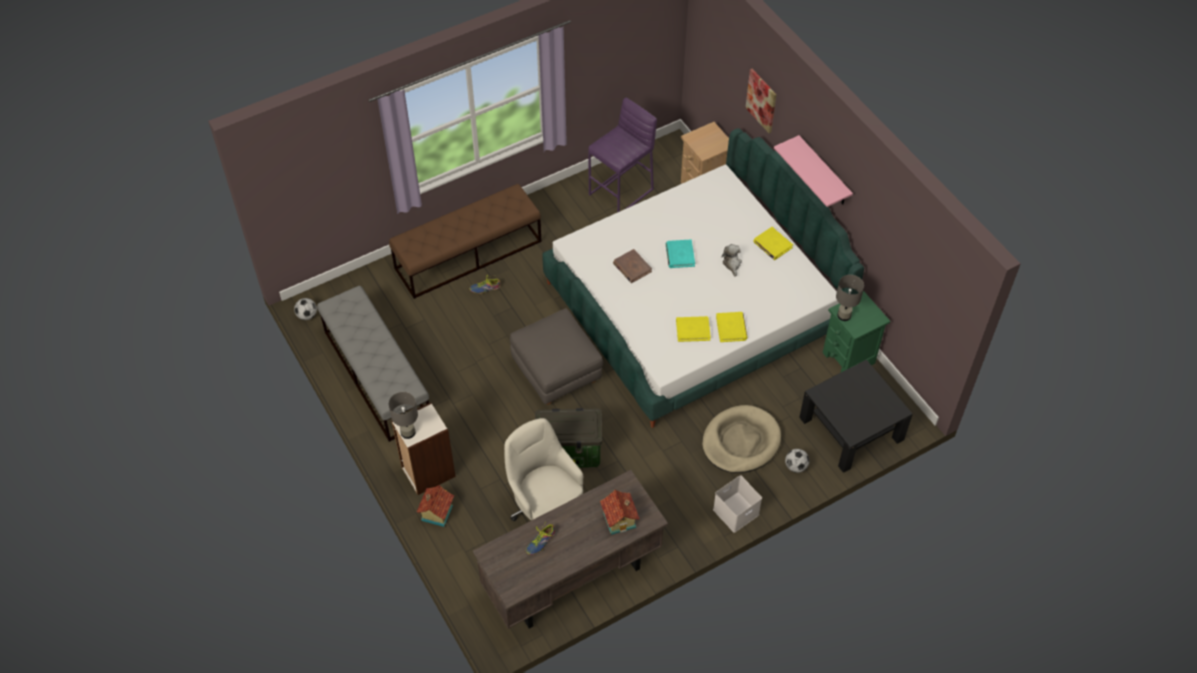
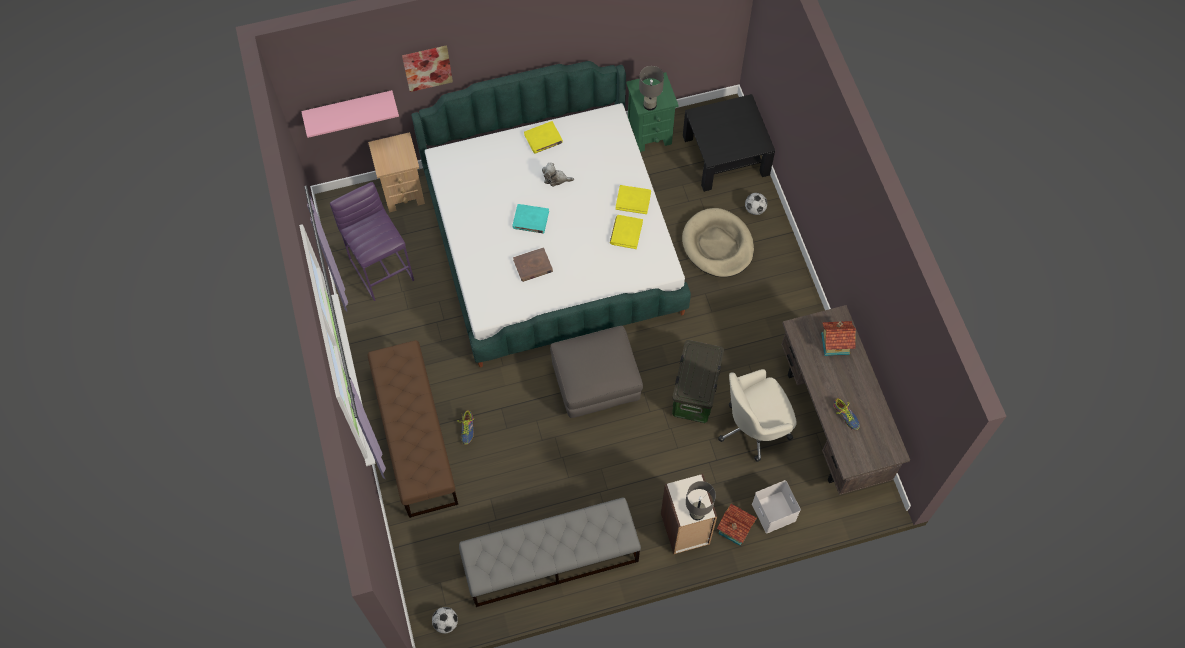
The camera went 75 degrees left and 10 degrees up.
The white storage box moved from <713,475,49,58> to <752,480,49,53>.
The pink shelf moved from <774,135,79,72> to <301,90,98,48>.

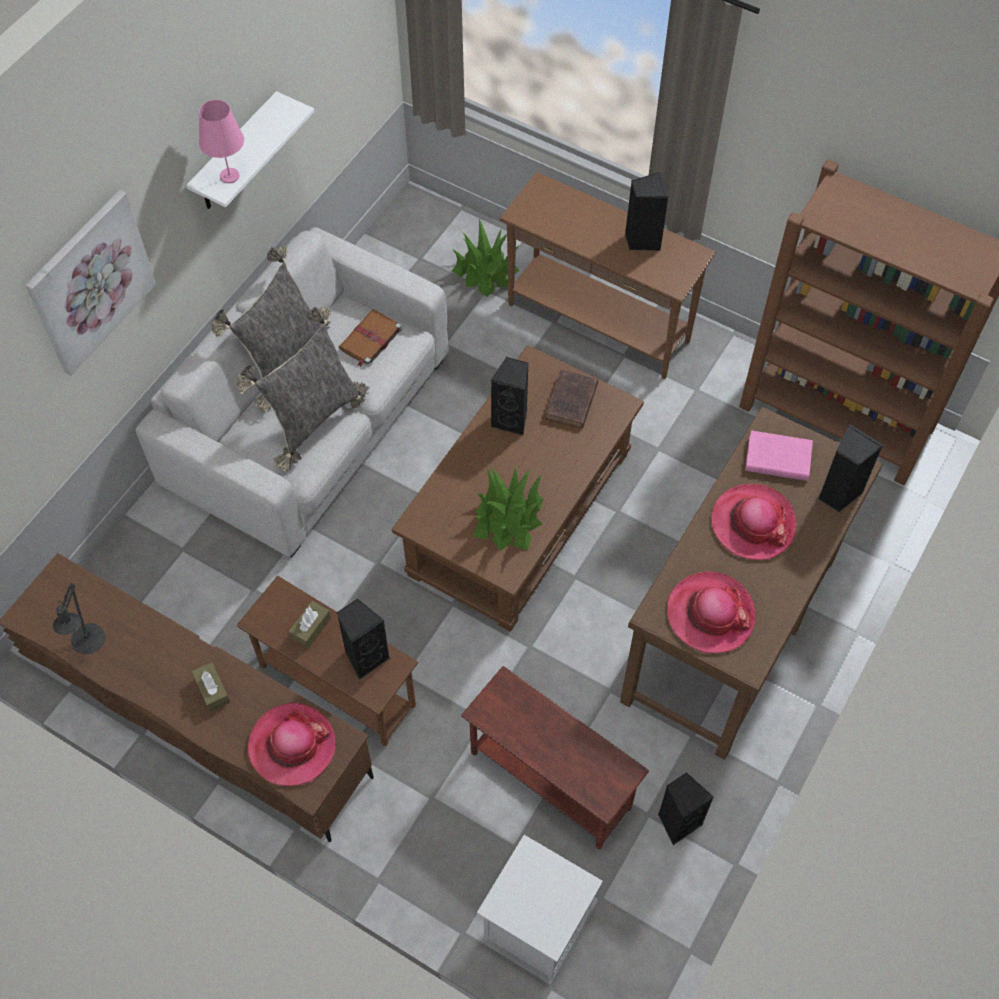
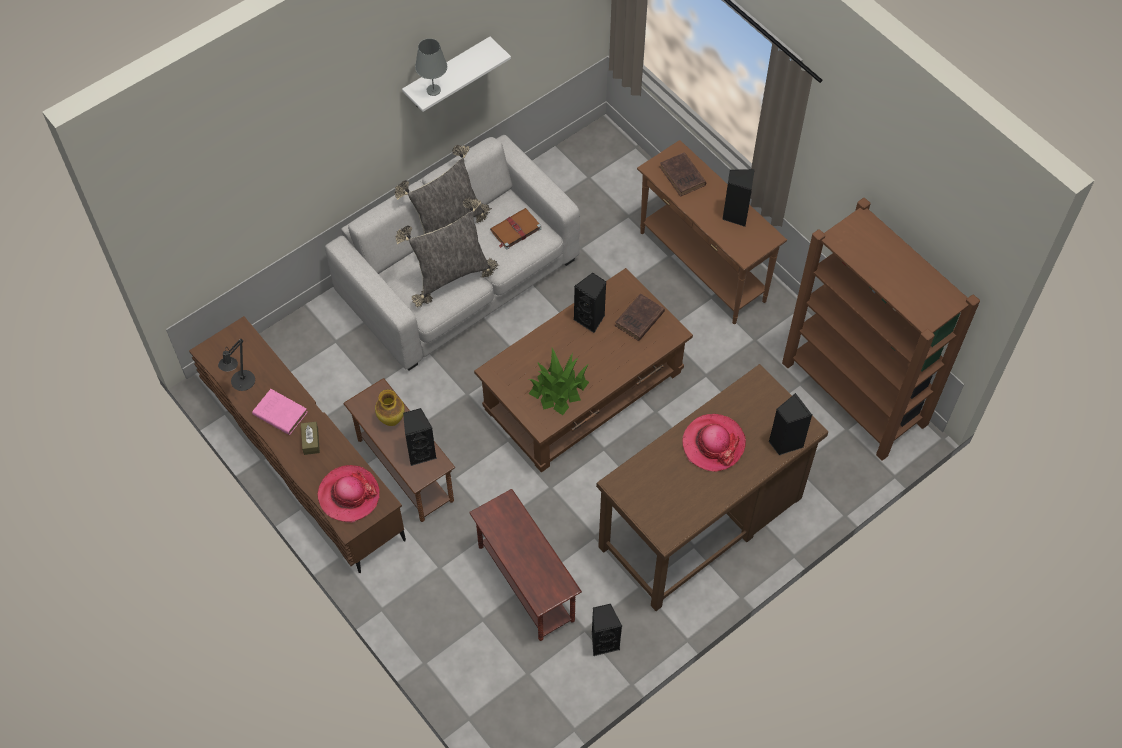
The camera went 20 degrees right and 0 degrees up.
The picture at <25,190,131,186> disappeared.
The potted plant at <452,219,68,78> disappeared.
The grey nightstand at <477,835,126,146> disappeared.
The hat at <667,571,89,83> disappeared.
The brown book at <660,152,46,45> appeared.
The pink book moved from <745,430,68,51> to <252,389,56,46>.
The brown tissue box at <289,601,42,48> was replaced by the vase at <375,389,30,37>.
The pink table lamp at <199,100,45,83> became the grey table lamp at <415,38,32,58>.

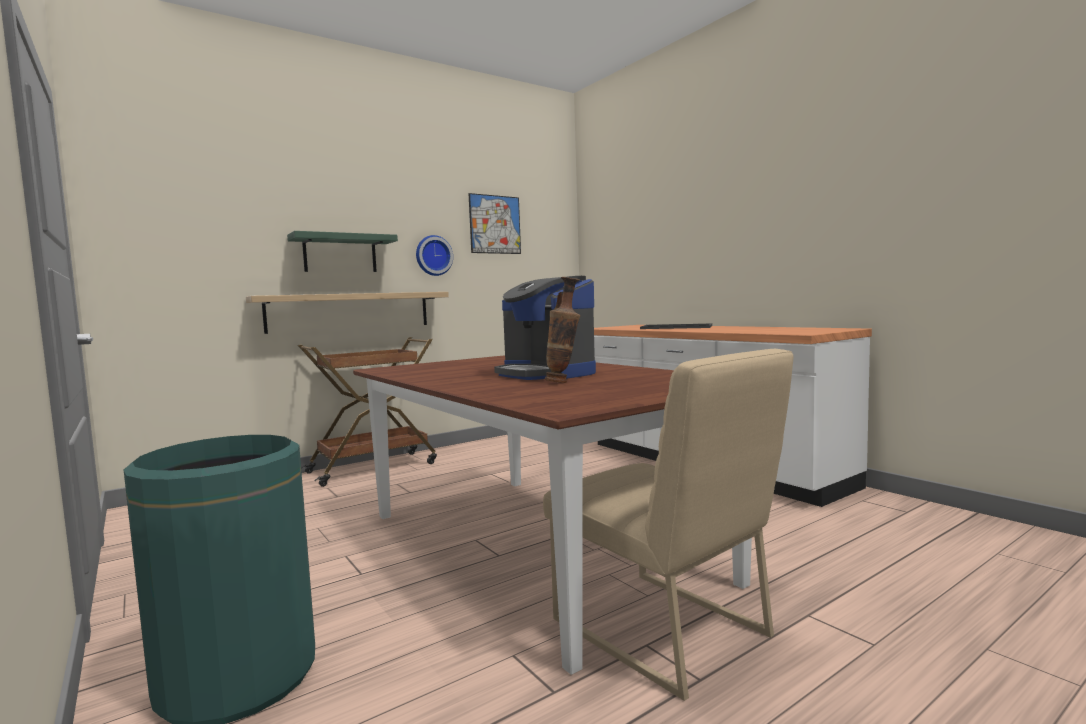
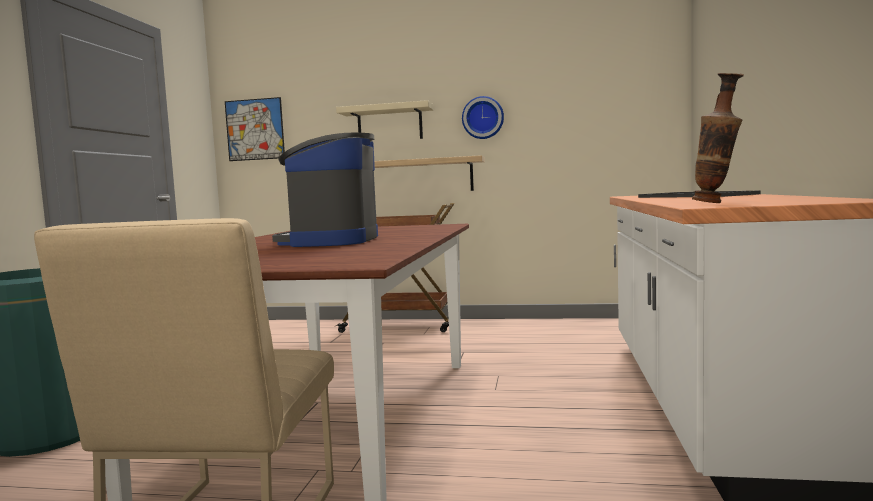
The camera went 45 degrees right and 0 degrees up.
The picture moved from <468,193,53,61> to <225,97,60,64>.
The vase moved from <545,277,36,106> to <692,73,52,130>.
The green shelf at <287,231,111,41> became the beige shelf at <336,100,98,39>.

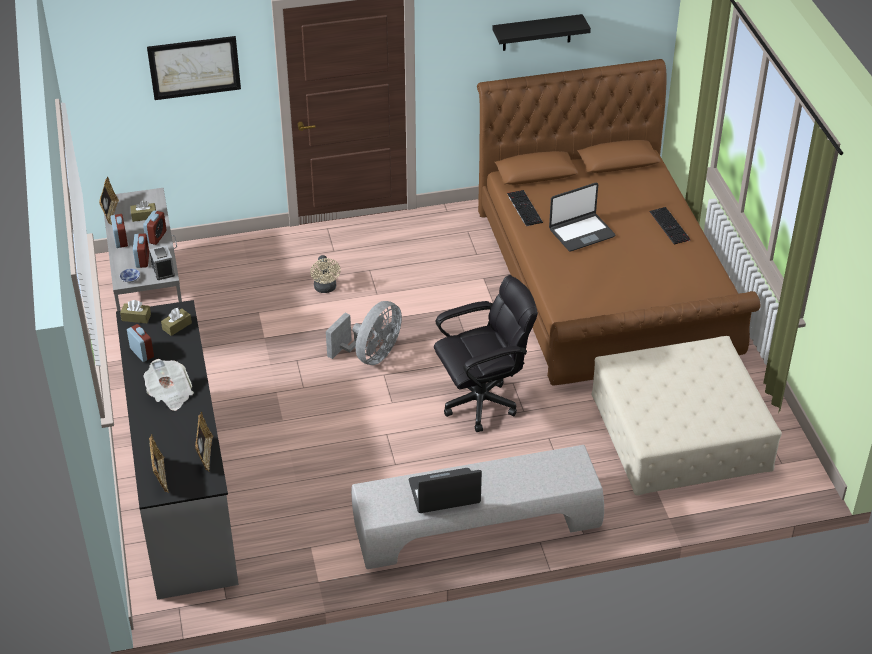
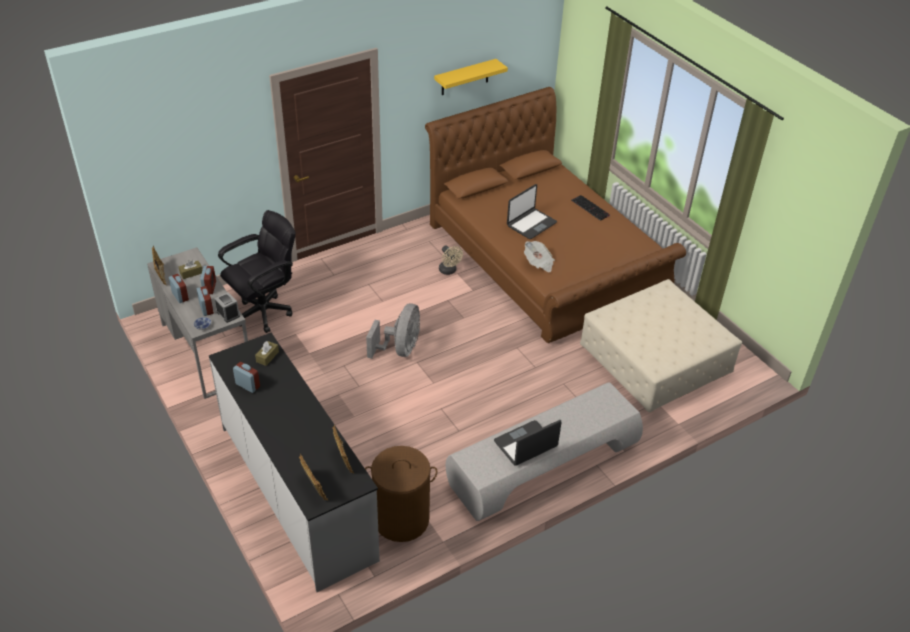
The camera went 20 degrees left and 0 degrees up.
The brown tissue box at <120,300,31,23> disappeared.
The picture at <147,36,94,64> disappeared.
The keyboard at <507,190,36,36> disappeared.
The brown laundry basket at <365,446,72,96> appeared.
The newspaper moved from <143,359,51,52> to <524,241,31,31>.
The beige fan moved from <310,255,31,38> to <439,246,24,29>.
The black office chair moved from <434,275,104,157> to <218,210,77,123>.
The black shelf at <492,14,99,37> became the yellow shelf at <434,59,74,36>.

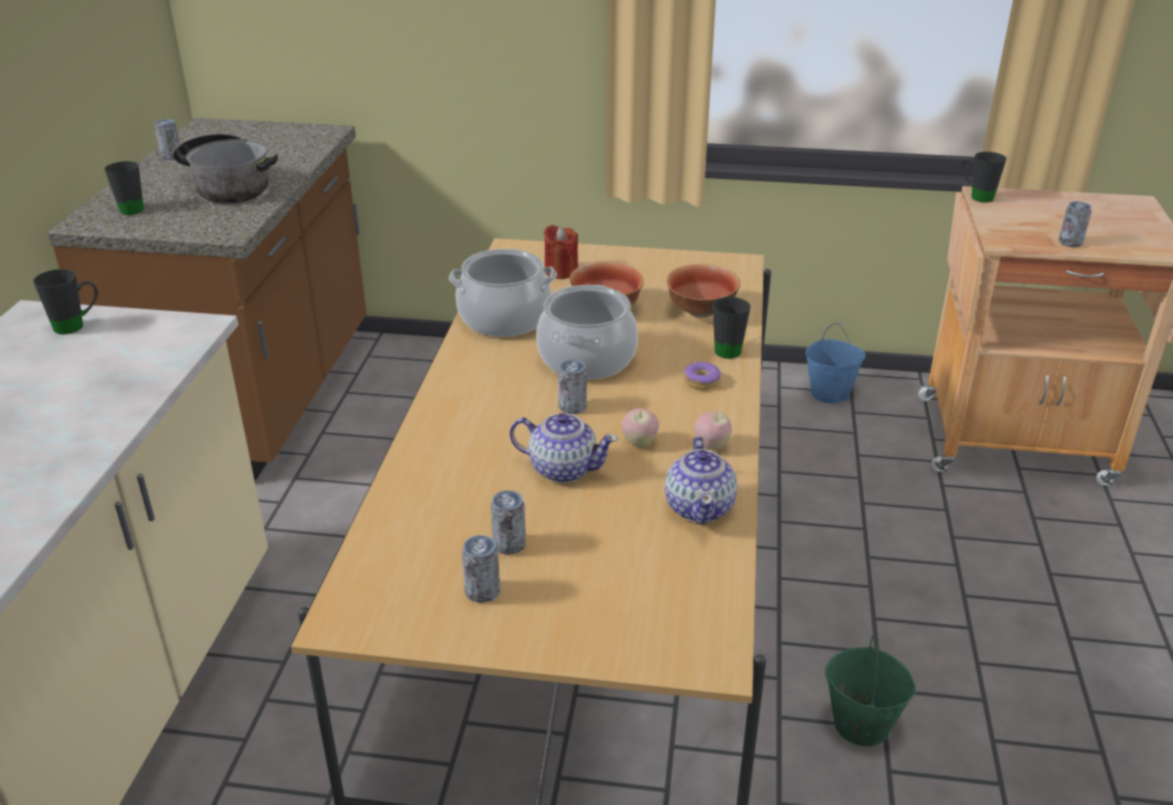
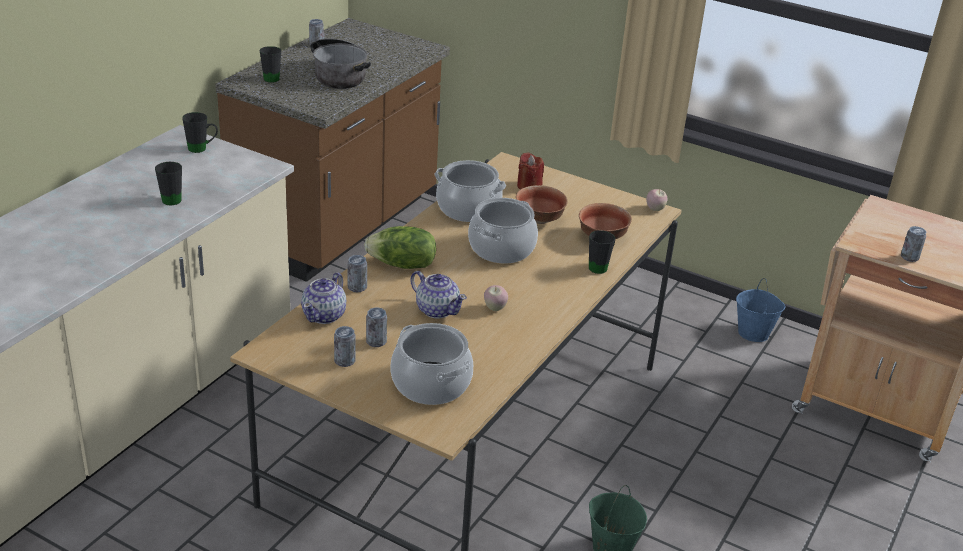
The camera went 20 degrees right and 0 degrees up.
The donut at <684,362,37,27> disappeared.
The lettuce at <364,226,72,43> appeared.
The cooking pot at <390,323,83,82> appeared.
The can moved from <558,359,29,55> to <348,255,19,38>.
The teapot moved from <665,436,72,89> to <301,272,45,52>.
The apple moved from <694,411,38,39> to <646,189,21,22>.
The black mug moved from <962,152,44,51> to <155,162,27,43>.

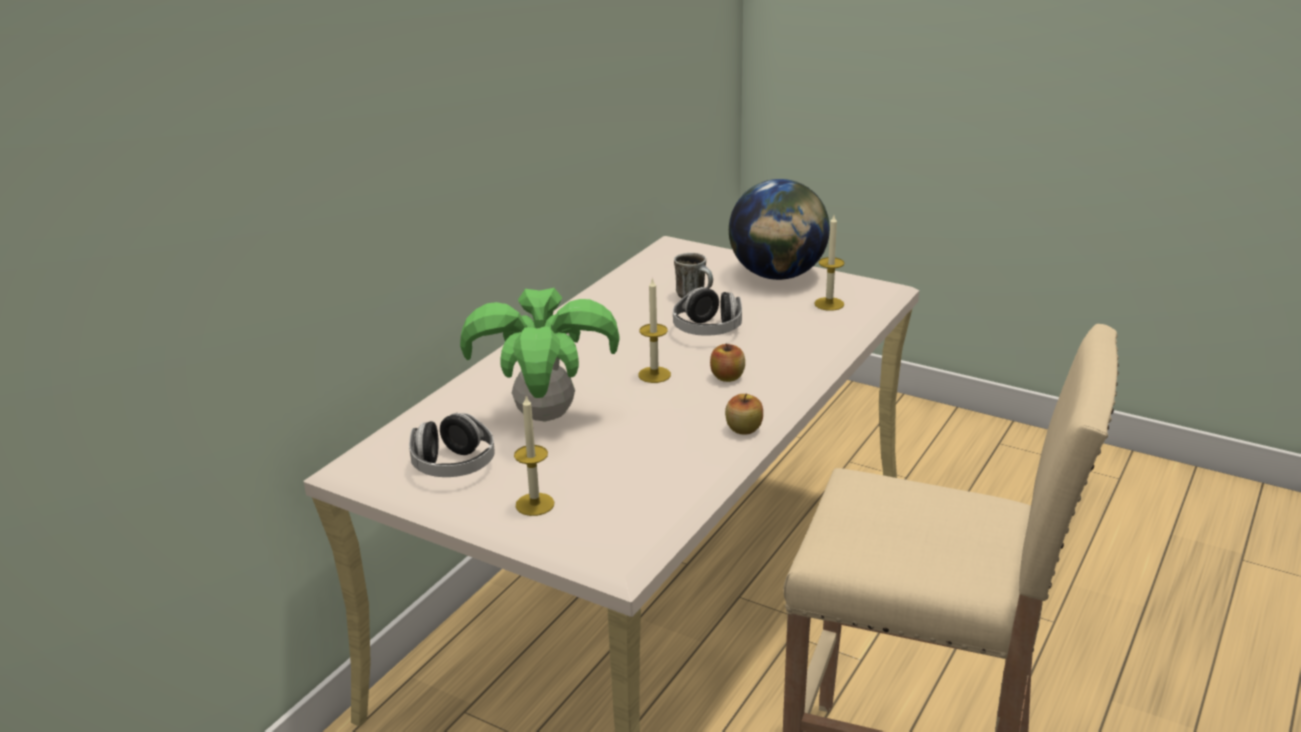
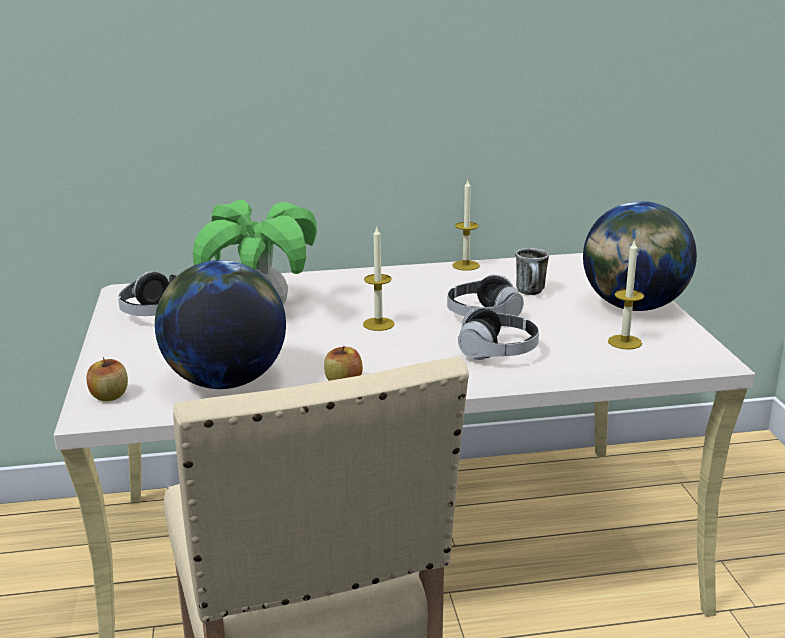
The camera went 50 degrees right and 5 degrees down.
The globe at <155,260,131,129> appeared.
The headphones at <458,307,81,53> appeared.
The candle moved from <514,394,40,122> to <453,180,27,91>.
The apple moved from <710,343,35,39> to <87,357,41,44>.

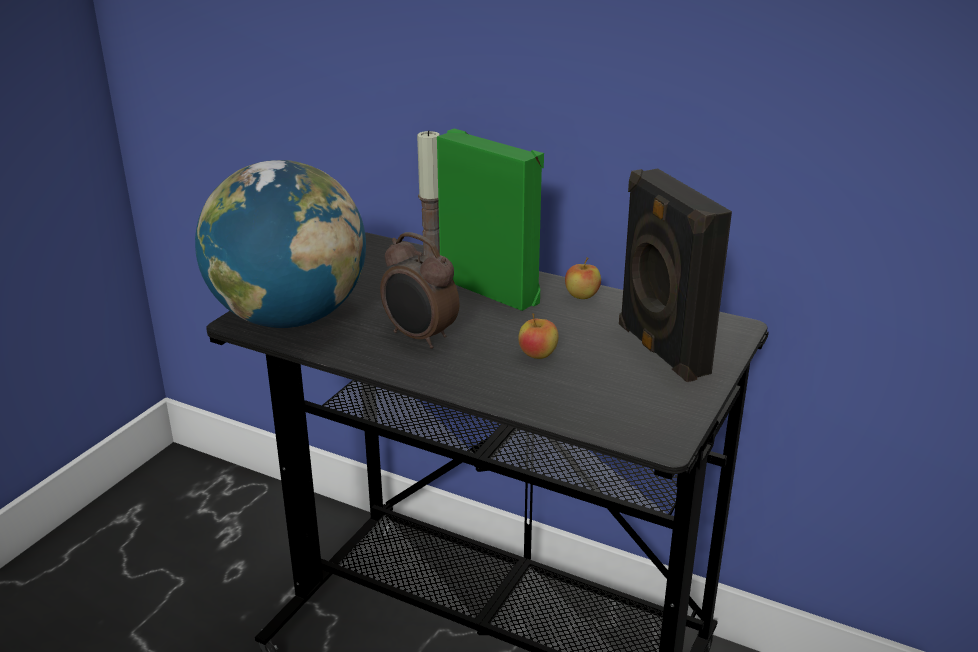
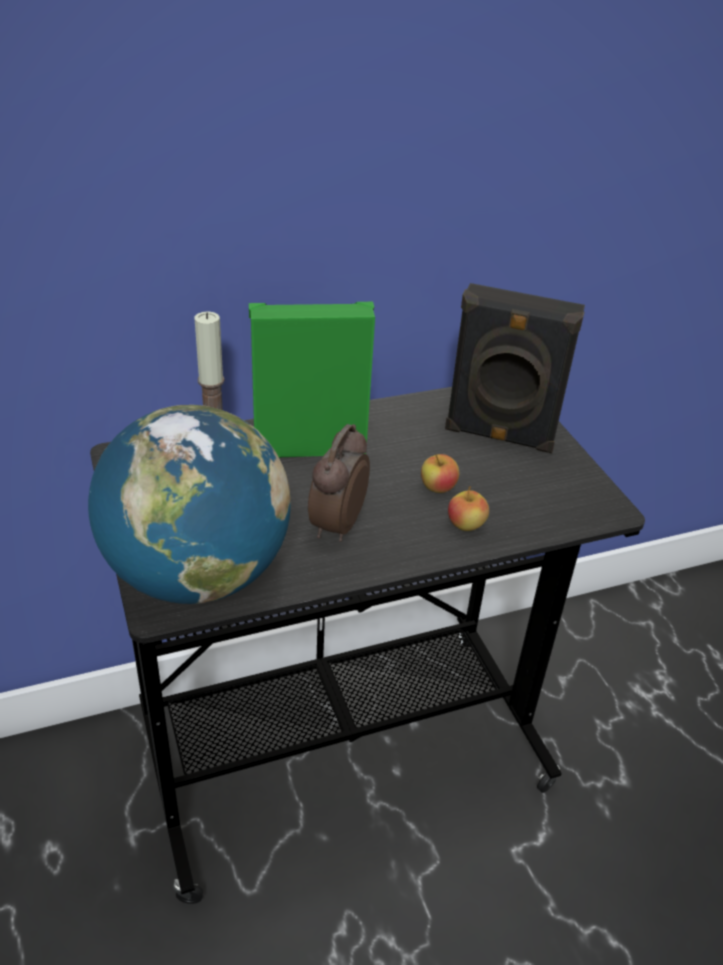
The camera went 50 degrees left and 10 degrees up.
The apple moved from <565,257,36,42> to <448,486,41,45>.
The alarm clock at <380,232,79,117> turned 120 degrees clockwise.

